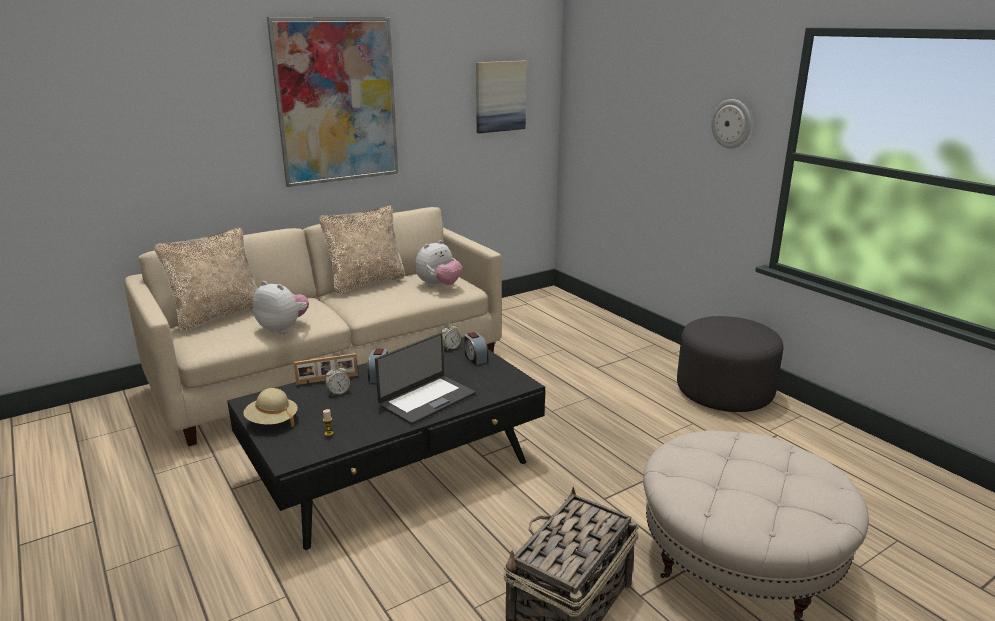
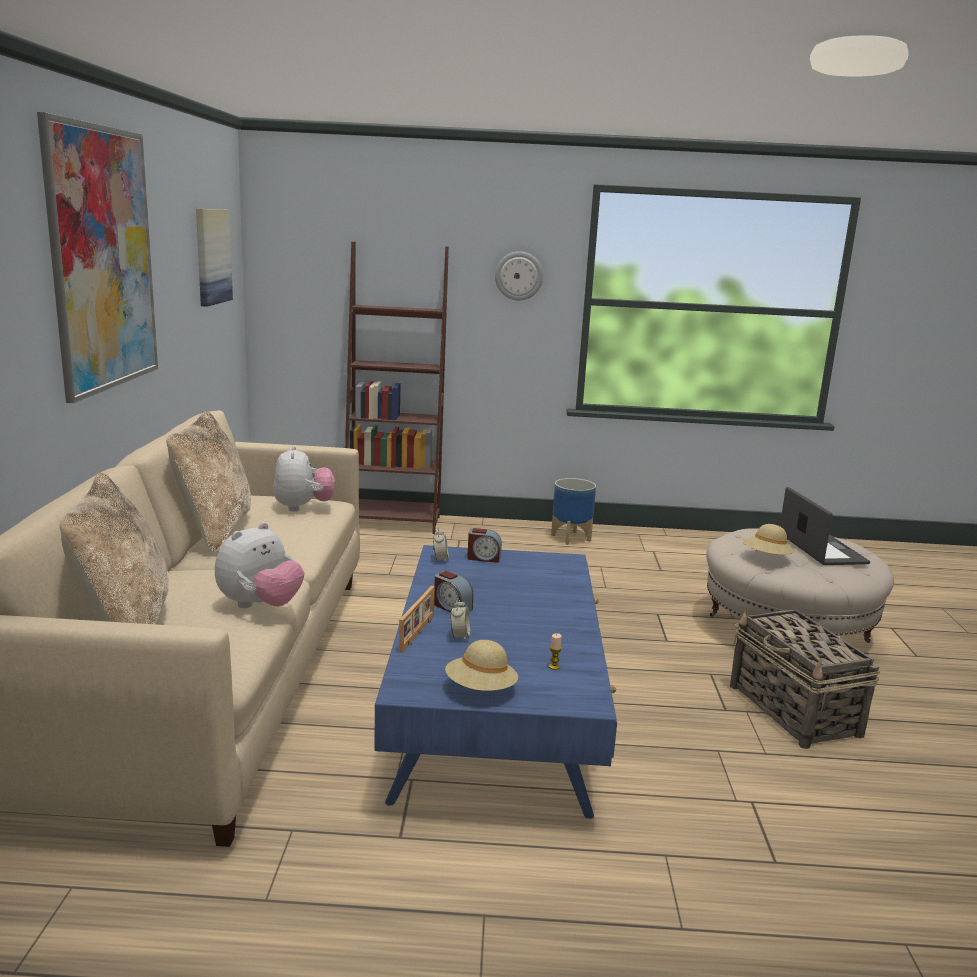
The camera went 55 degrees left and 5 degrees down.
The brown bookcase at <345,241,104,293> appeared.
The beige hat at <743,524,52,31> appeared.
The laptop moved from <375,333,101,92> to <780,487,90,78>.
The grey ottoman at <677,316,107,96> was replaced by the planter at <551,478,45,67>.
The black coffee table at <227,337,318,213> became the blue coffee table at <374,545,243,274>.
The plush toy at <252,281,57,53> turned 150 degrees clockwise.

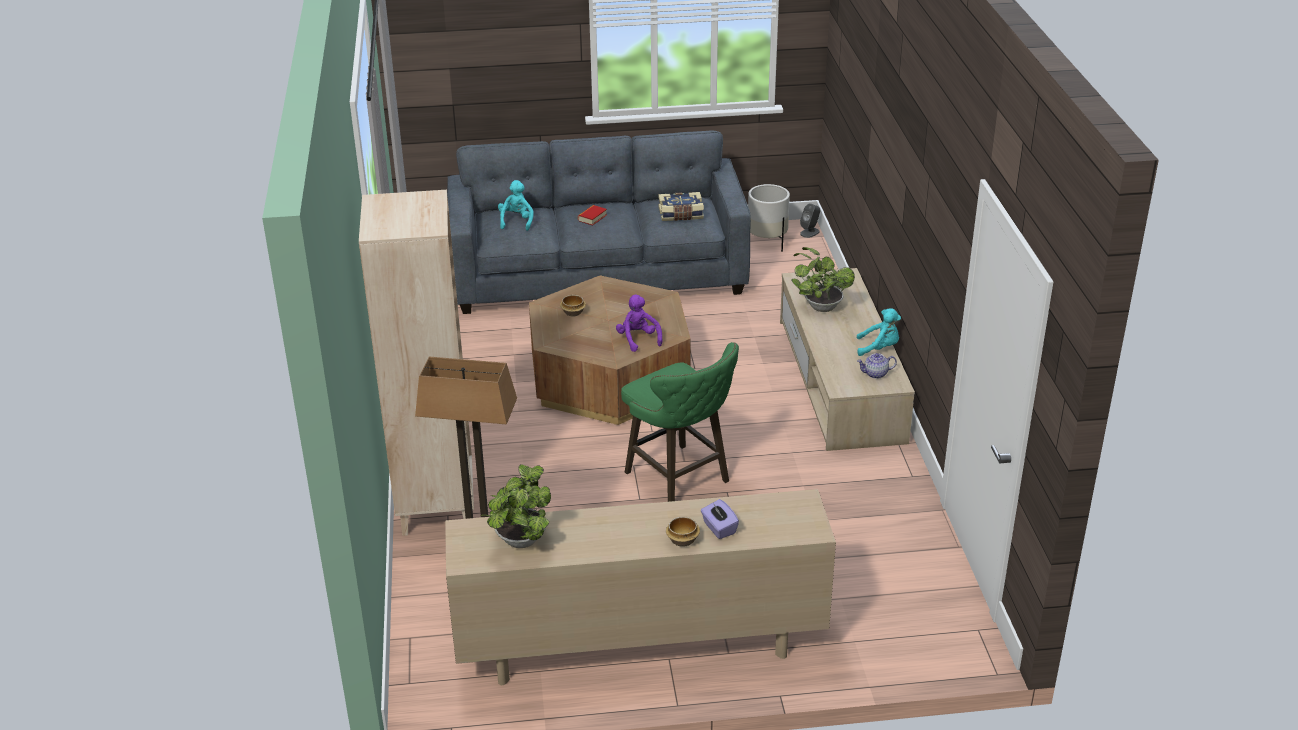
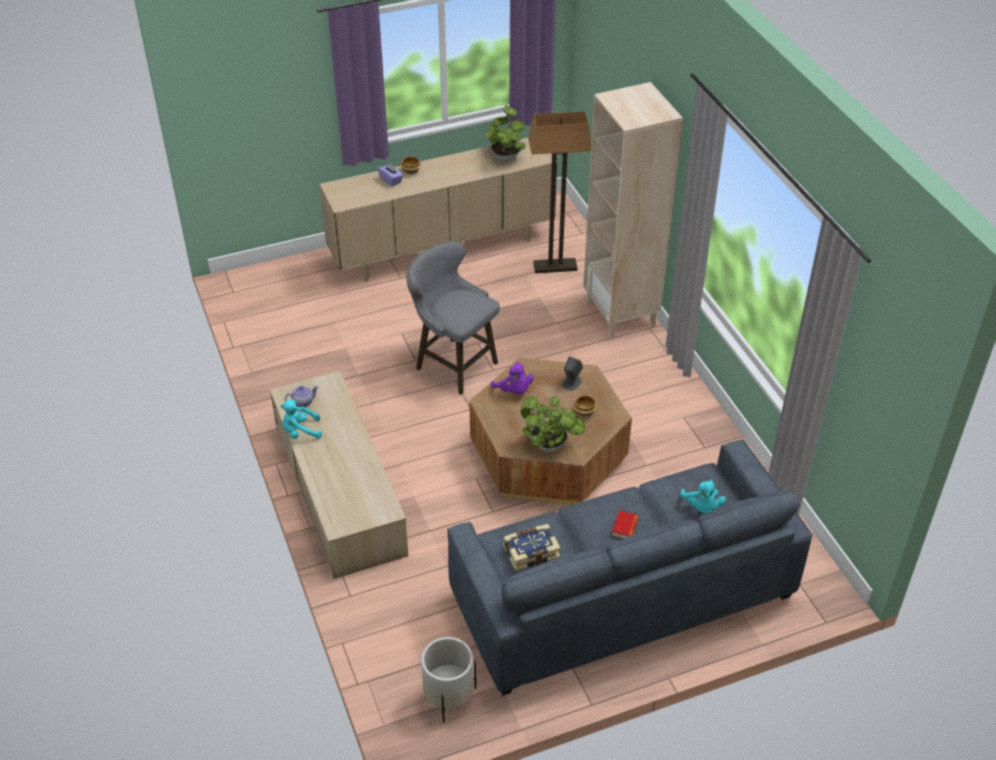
The camera went 165 degrees right and 10 degrees up.
The potted plant moved from <791,247,64,65> to <520,396,65,56>.
The grey speaker moved from <800,203,20,35> to <562,356,21,34>.
The green stool at <621,342,118,160> became the grey stool at <406,241,94,154>.

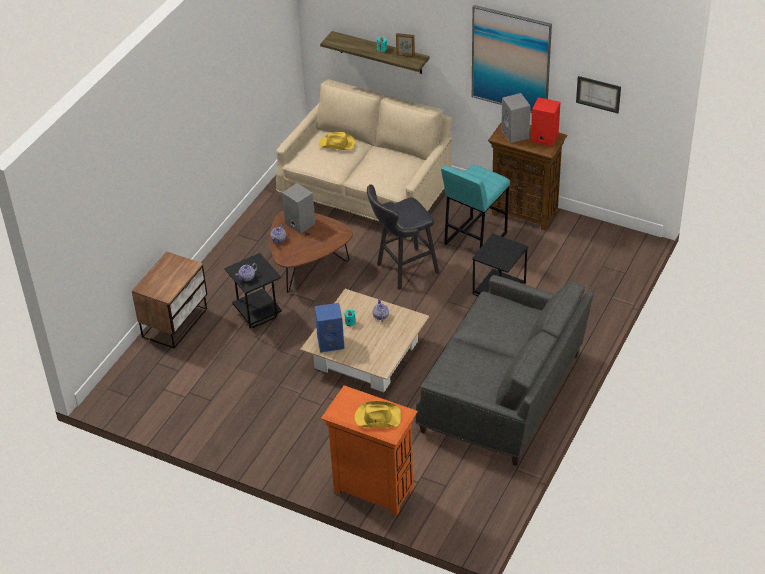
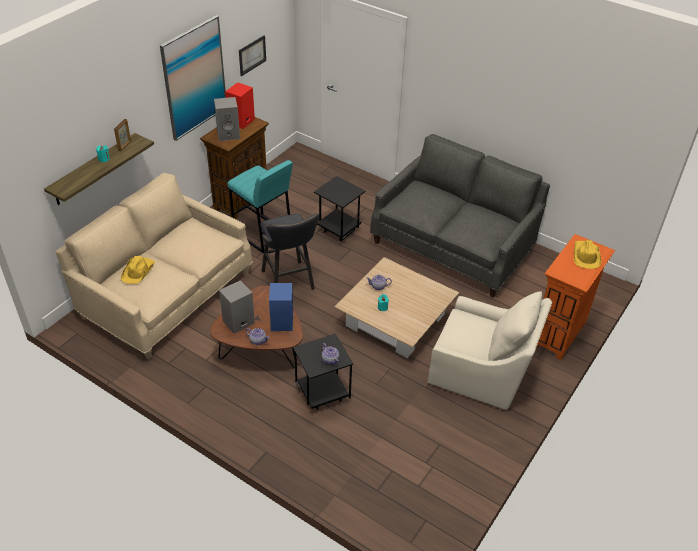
The camera went 85 degrees left and 0 degrees up.
The nightstand at <132,252,75,97> disappeared.
The beige armchair at <428,292,124,118> appeared.
The blue speaker moved from <315,303,30,49> to <269,283,24,48>.

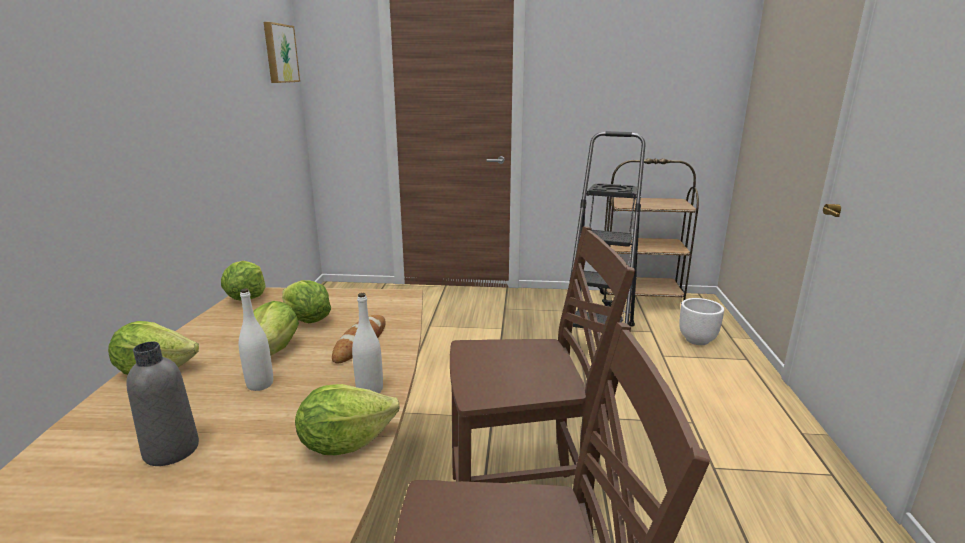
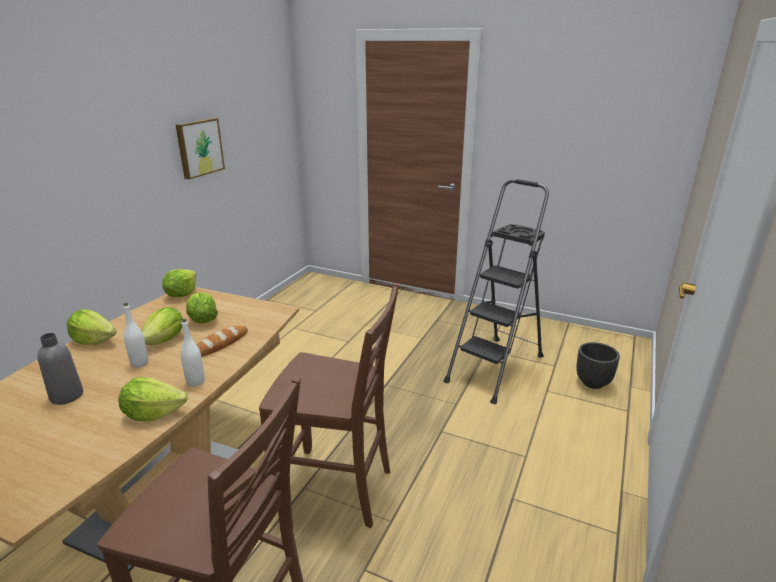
The camera went 20 degrees right and 5 degrees up.
The brown cart at <598,158,101,149> disappeared.
The picture moved from <264,22,36,61> to <176,118,49,62>.
The white planter at <679,298,45,47> became the black planter at <576,342,44,47>.

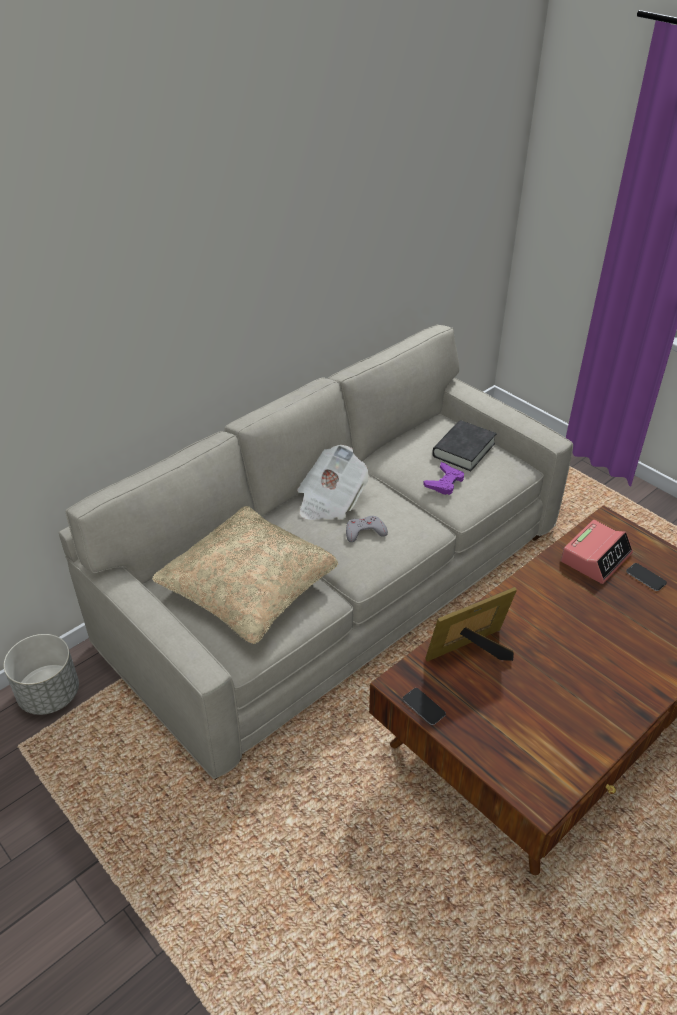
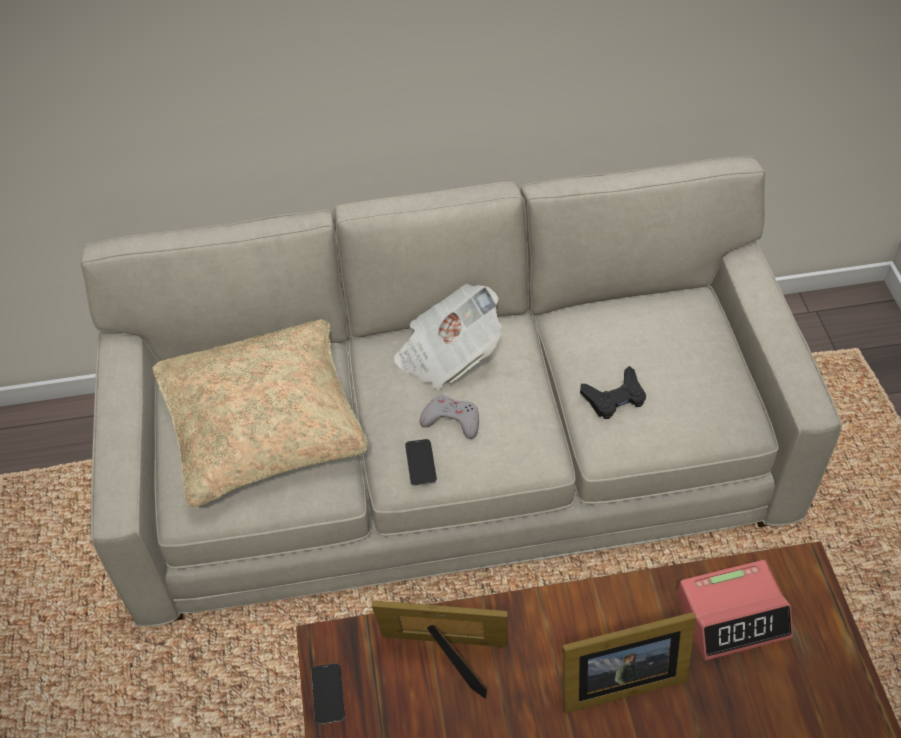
The camera went 35 degrees right and 10 degrees up.
The grey planter at <4,634,75,81> disappeared.
The black book at <432,420,65,51> disappeared.
The picture frame at <562,612,134,102> appeared.
The phone moved from <626,563,41,28> to <405,439,32,47>.
The purple game controller at <423,462,41,33> became the black game controller at <580,366,66,53>.

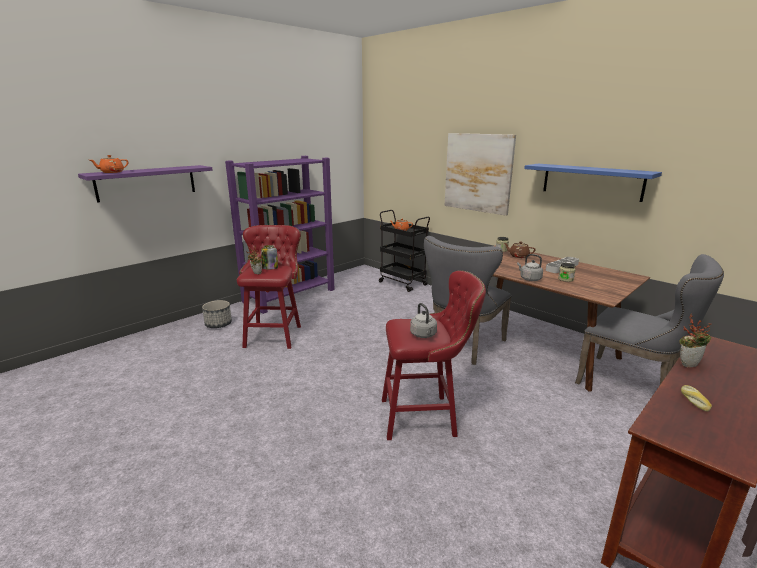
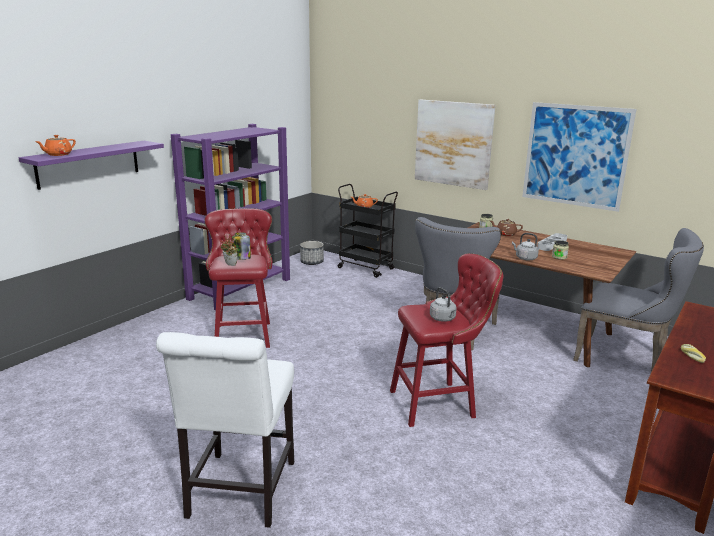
The camera went 10 degrees left and 0 degrees up.
The potted plant at <679,314,32,53> disappeared.
The white chair at <156,332,138,196> appeared.
The planter moved from <202,300,30,28> to <300,241,24,24>.
The blue shelf at <524,164,138,38> was replaced by the picture at <522,102,115,110>.

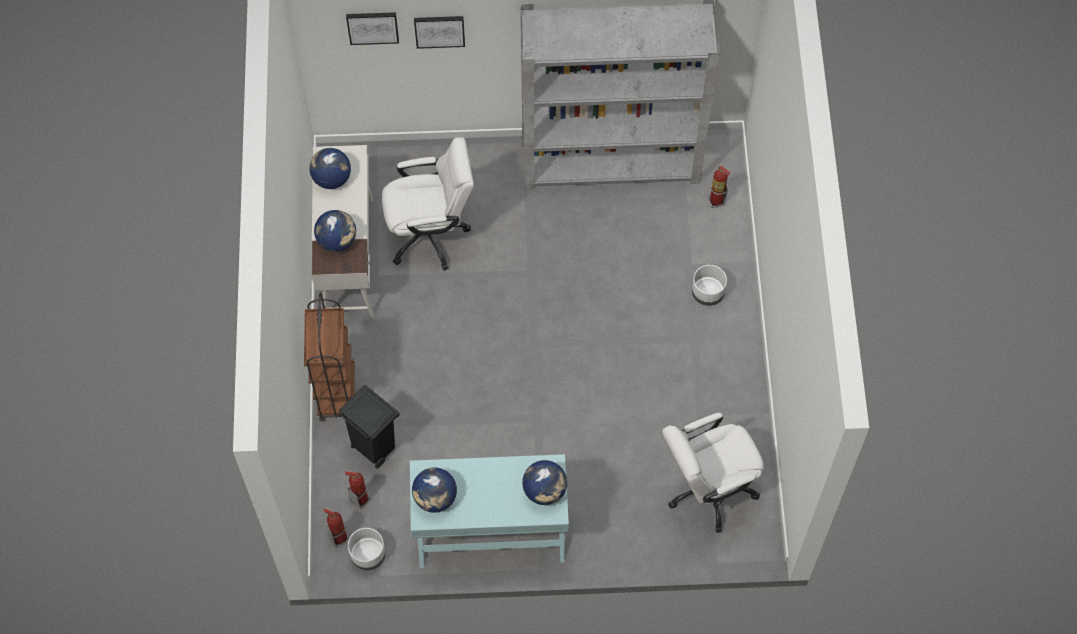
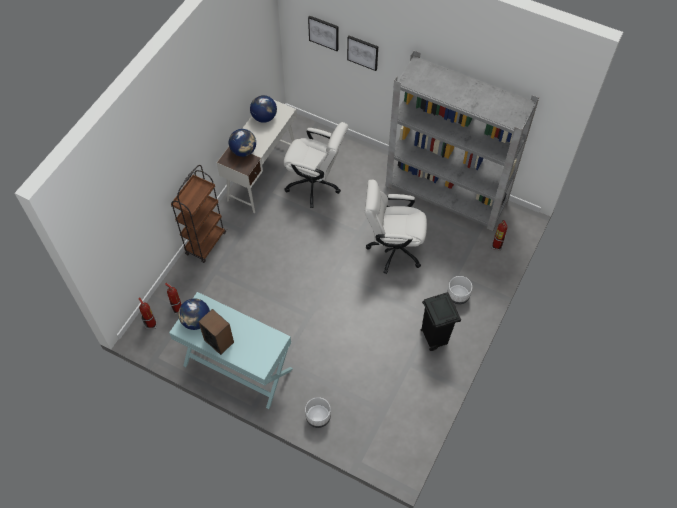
The camera went 30 degrees right and 5 degrees down.
The globe at <522,460,45,45> disappeared.
The speaker at <198,309,36,46> appeared.
The black trash can moved from <338,385,62,84> to <421,292,40,59>.
The white planter moved from <348,528,38,42> to <305,397,26,31>.
The white office chair moved from <662,413,102,120> to <365,179,62,95>.

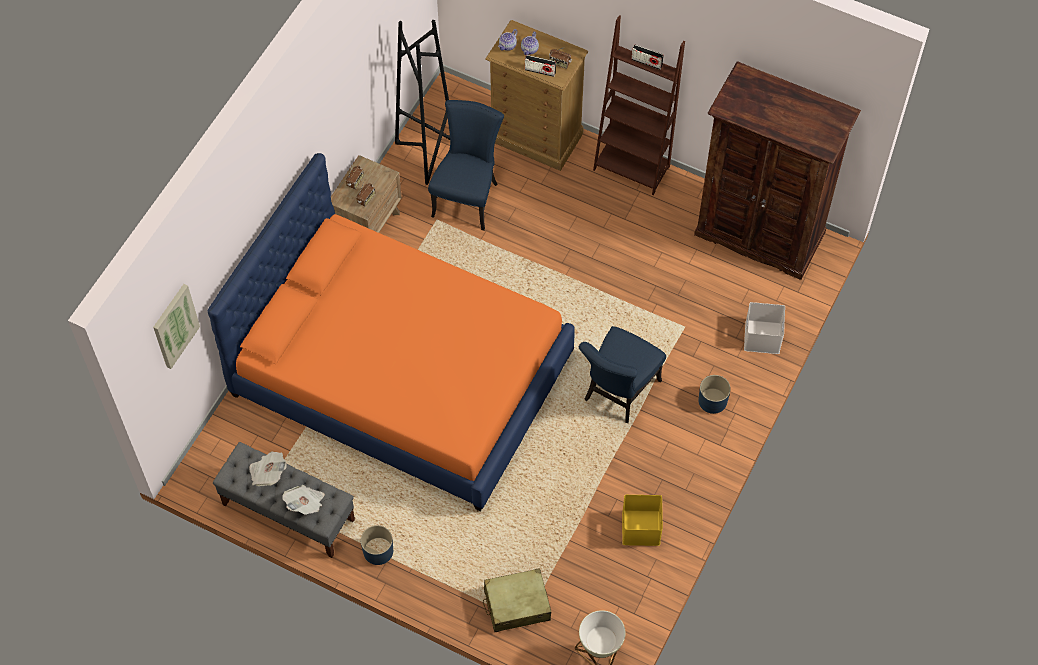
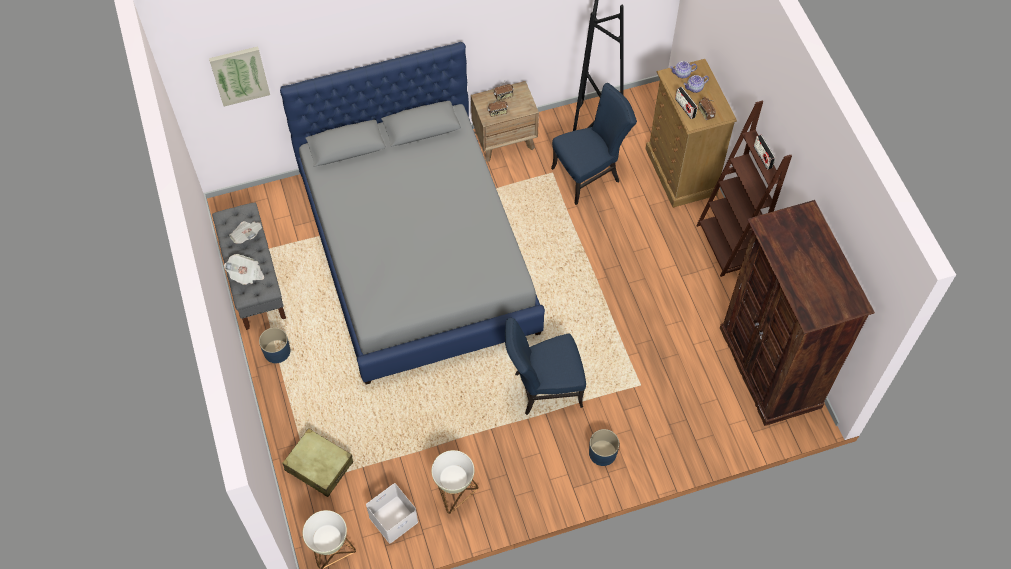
The camera went 45 degrees right and 0 degrees up.
The white storage box moved from <744,302,41,52> to <366,483,52,60>.
The yellow storage box at <622,495,41,51> was replaced by the planter at <431,450,48,64>.
The orange bed at <208,153,367,359> became the grey bed at <280,42,265,342>.

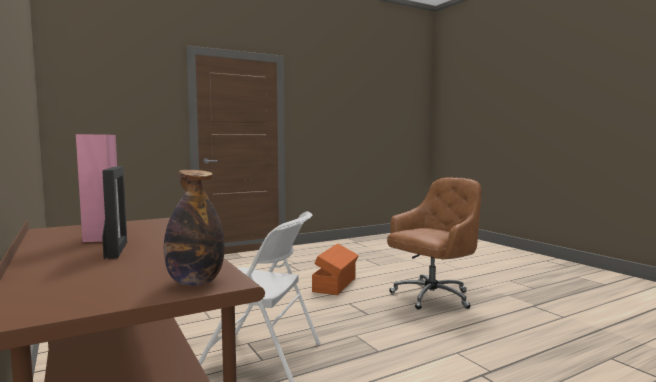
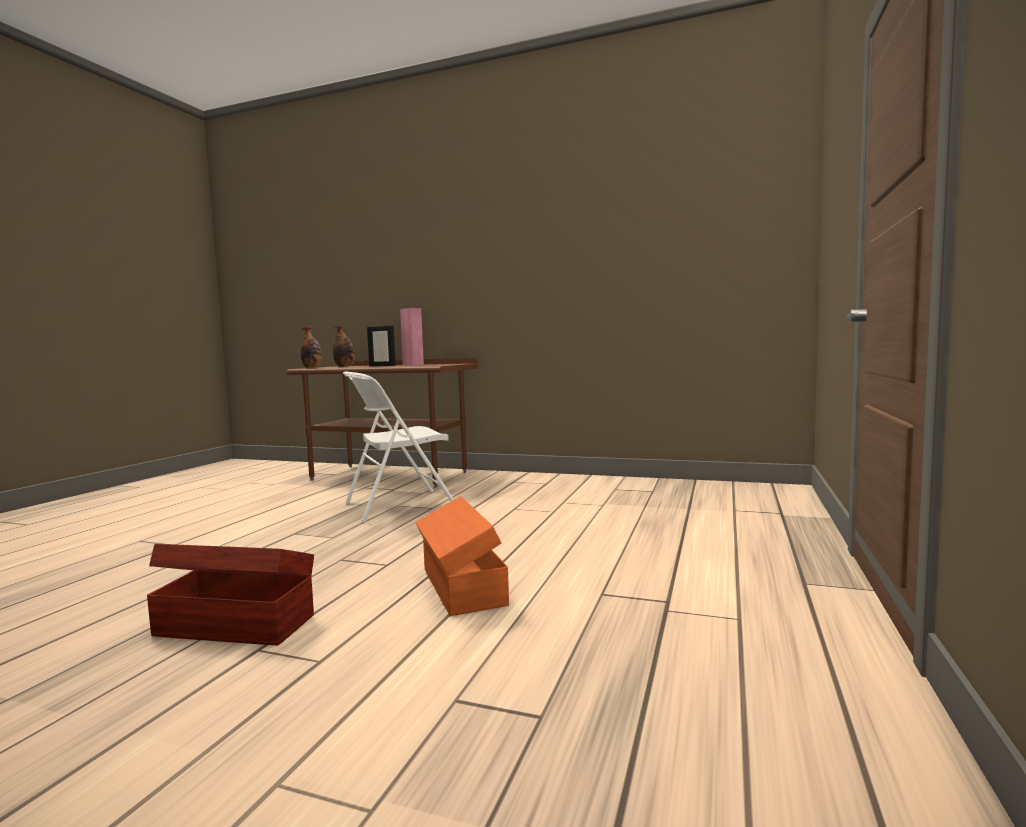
The camera went 140 degrees right and 0 degrees up.
The bottle at <333,325,22,42> appeared.
The brown office chair at <387,177,94,133> was replaced by the brown storage box at <147,544,167,101>.

